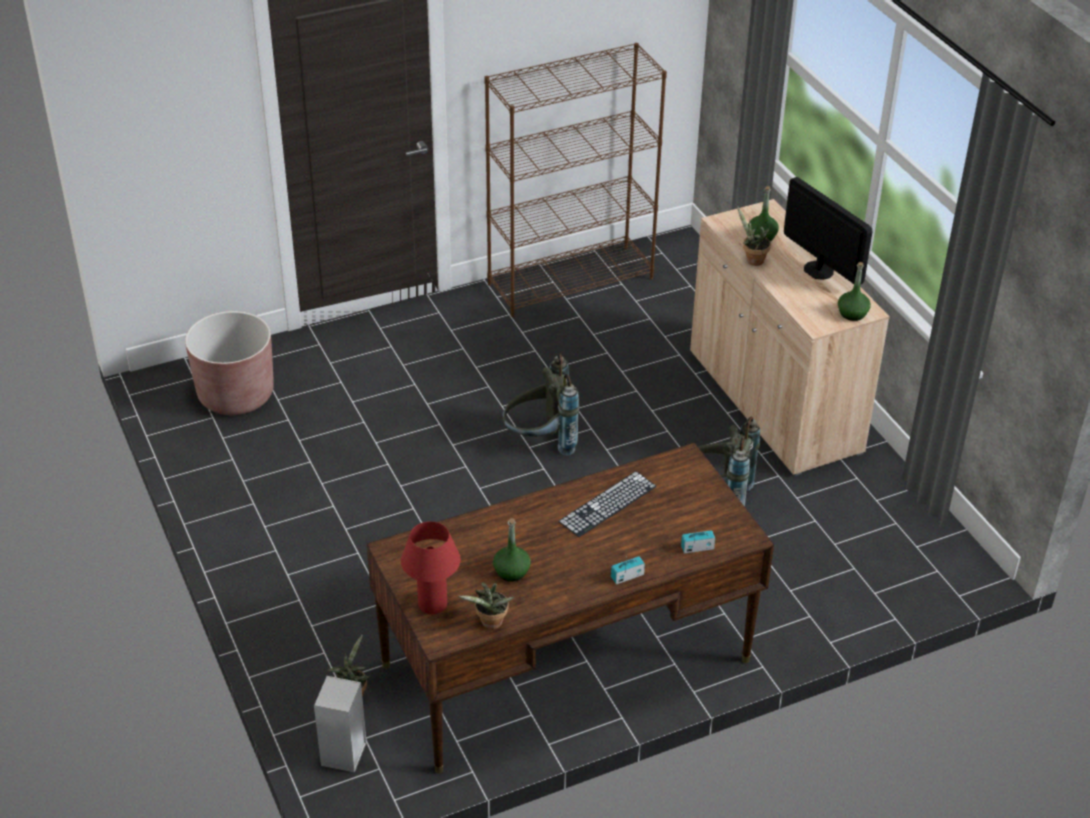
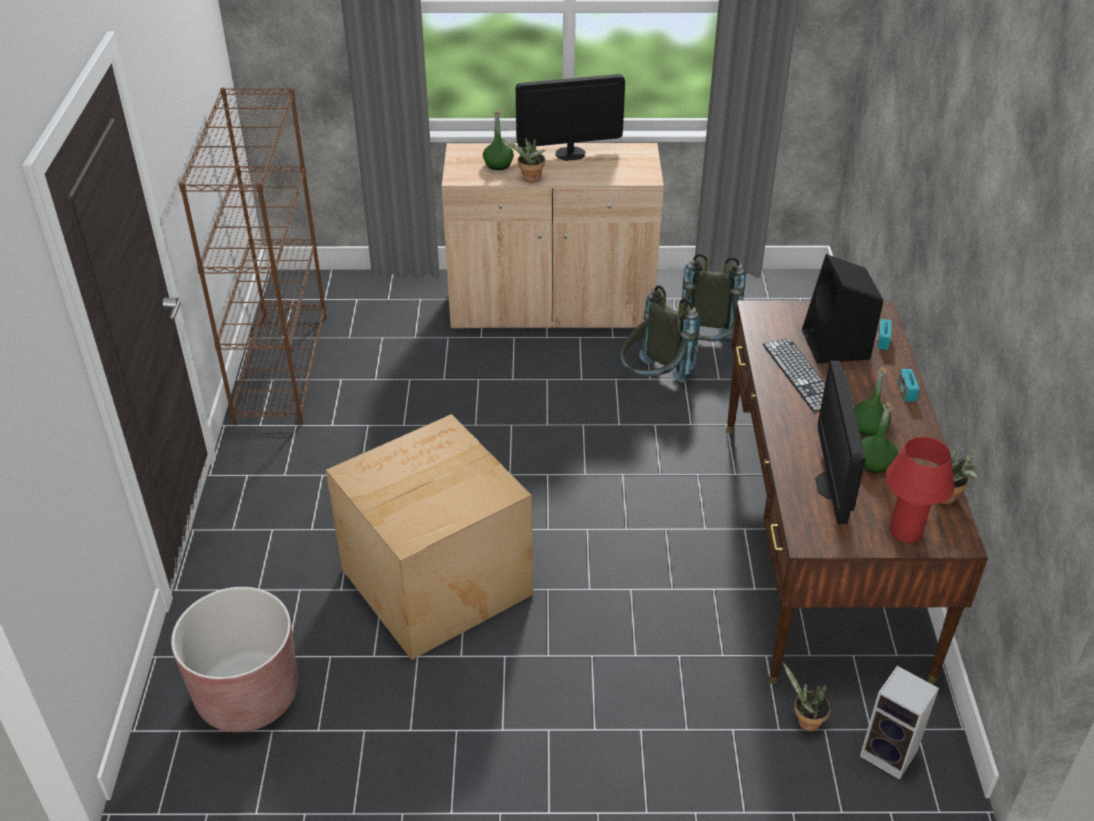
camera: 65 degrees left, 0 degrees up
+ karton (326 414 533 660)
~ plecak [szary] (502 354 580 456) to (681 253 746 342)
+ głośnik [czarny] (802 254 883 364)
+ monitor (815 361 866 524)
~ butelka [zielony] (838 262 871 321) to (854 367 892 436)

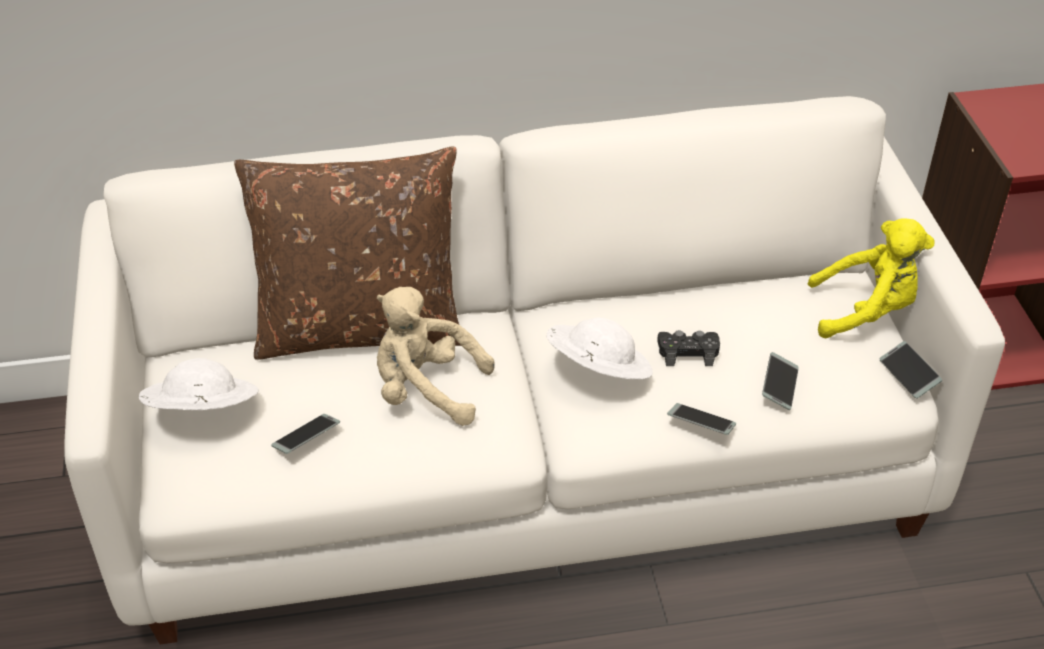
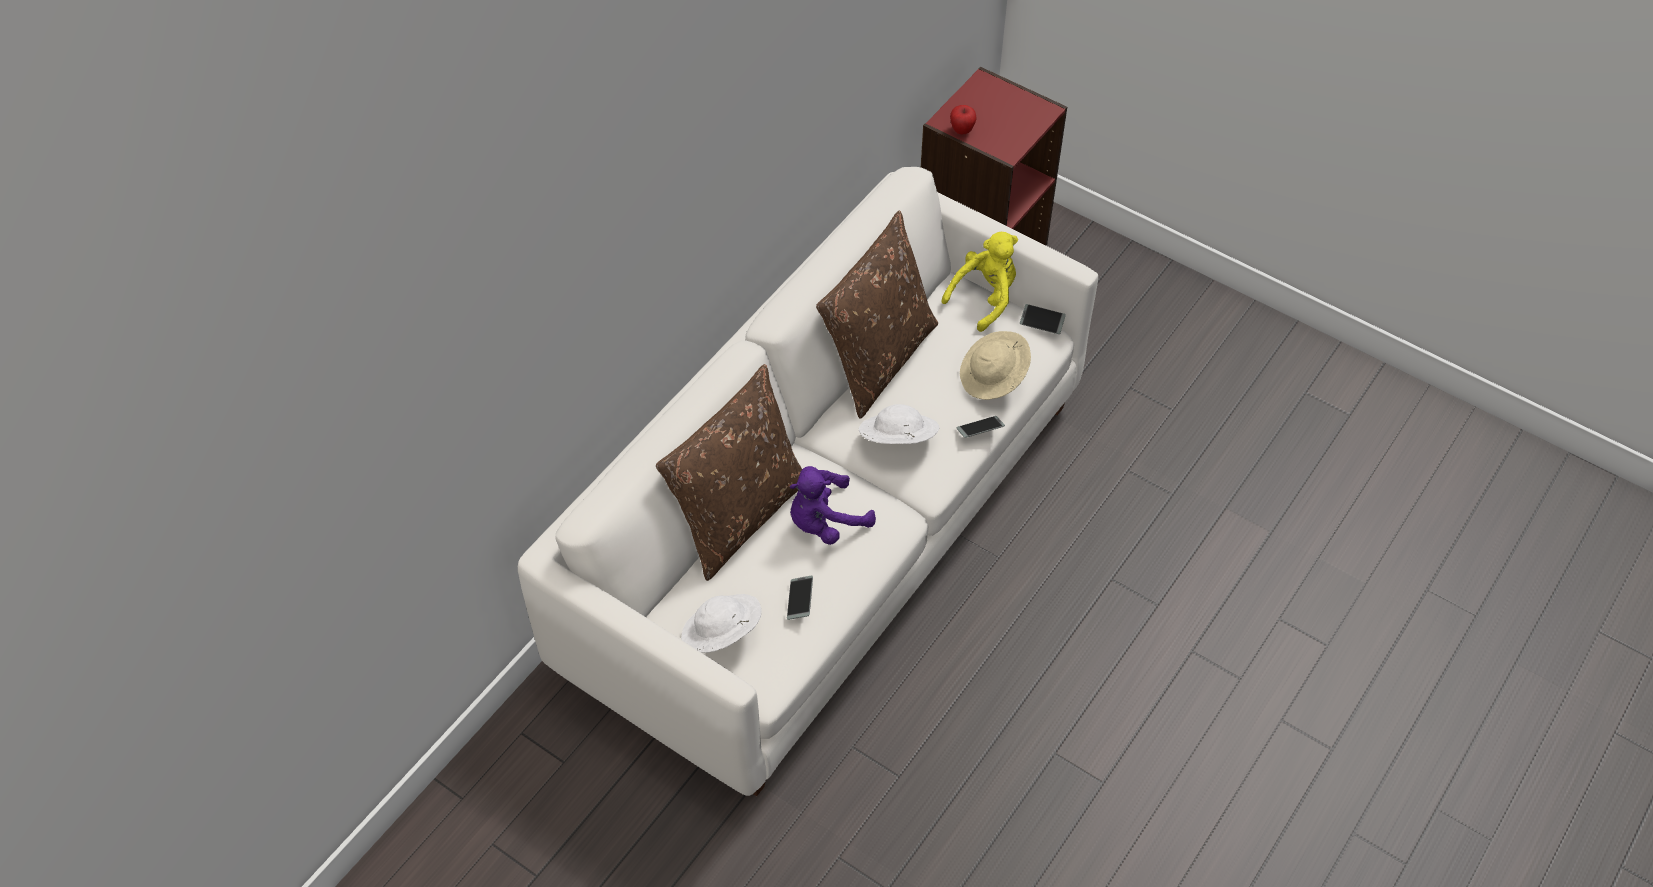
camera: 45 degrees left, 10 degrees up
~ pluszak [beżowy] (377 287 495 426) to pluszak [fioletowy] (789 466 876 545)
+ poduszka [brązowy] (816 211 938 419)
+ jabłko (950 105 977 134)
~ telefon (762 352 799 410) to kapelusz [beżowy] (960 331 1031 400)
- pad do gier [czarny] (657 330 720 366)

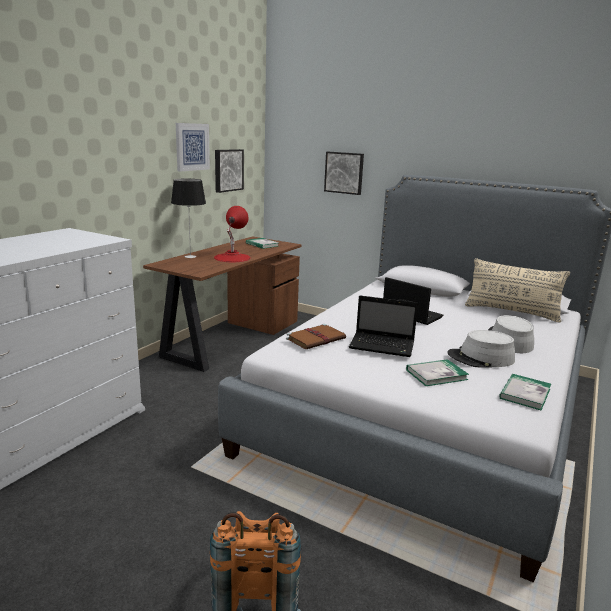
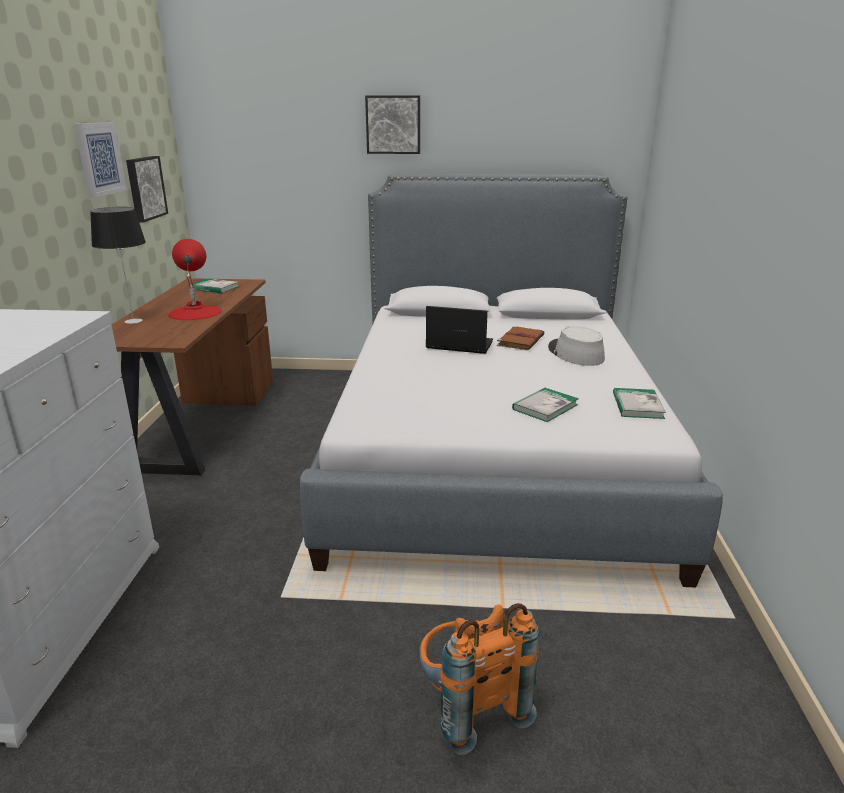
camera: 25 degrees left, 5 degrees up
~ obraz (324 152 364 195) to (365 95 420 154)
~ książka [brązowy] (286 324 346 349) to (497 326 544 350)
- laptop (349 296 418 357)
- kapelusz [szary] (447 330 515 368)
- poduszka [beżowy] (465 258 570 322)

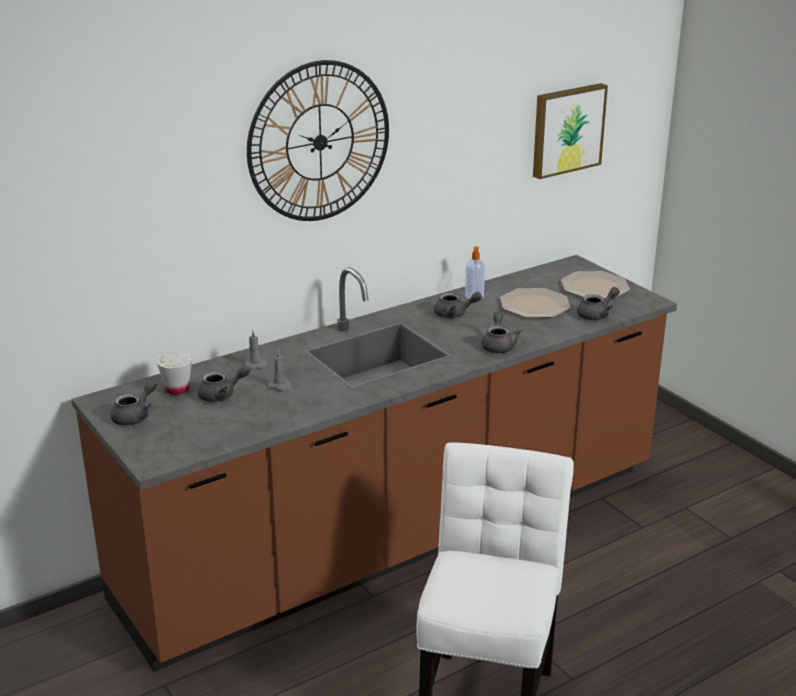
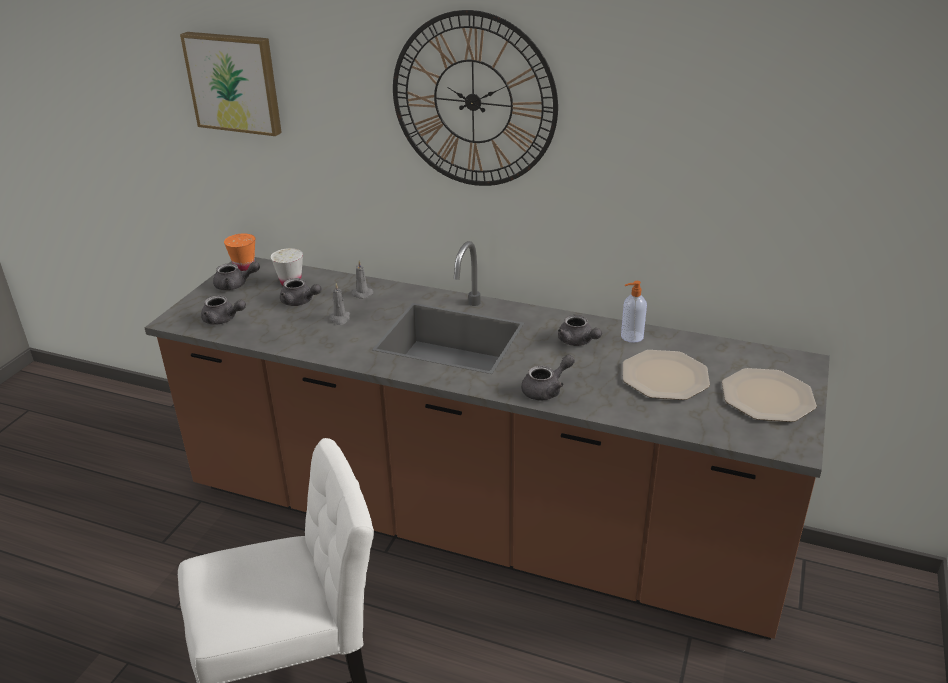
camera: 55 degrees right, 5 degrees up
~ obraz (533 83 608 179) to (180 32 282 136)
~ imbryk [szary] (577 287 620 320) to (201 295 246 325)
+ filiżanka [pomarańczowy] (224 234 255 271)

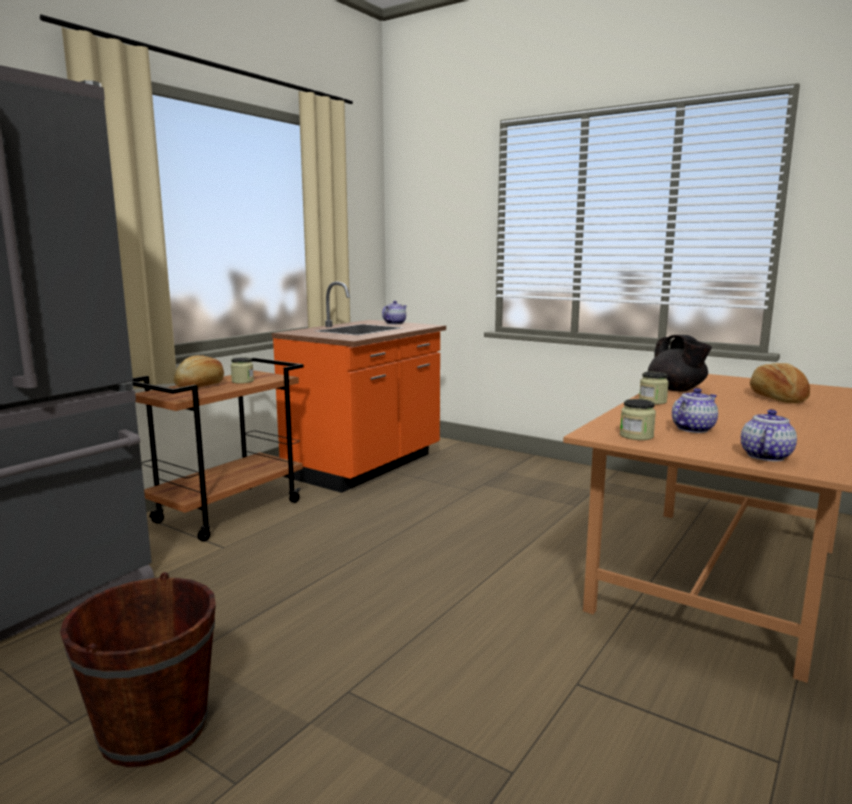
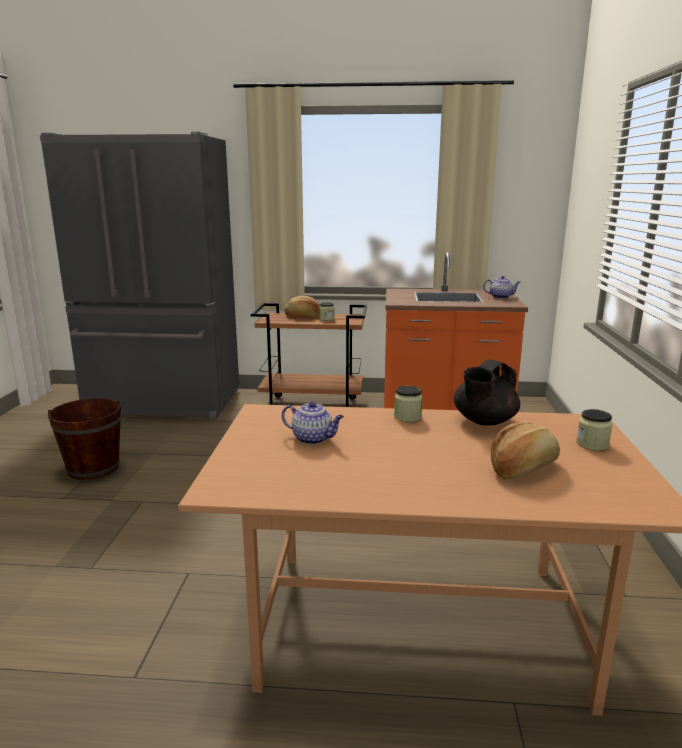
camera: 60 degrees right, 5 degrees up
~ słoik (620 399 656 440) to (576 409 613 451)
- imbryk (741 409 797 461)

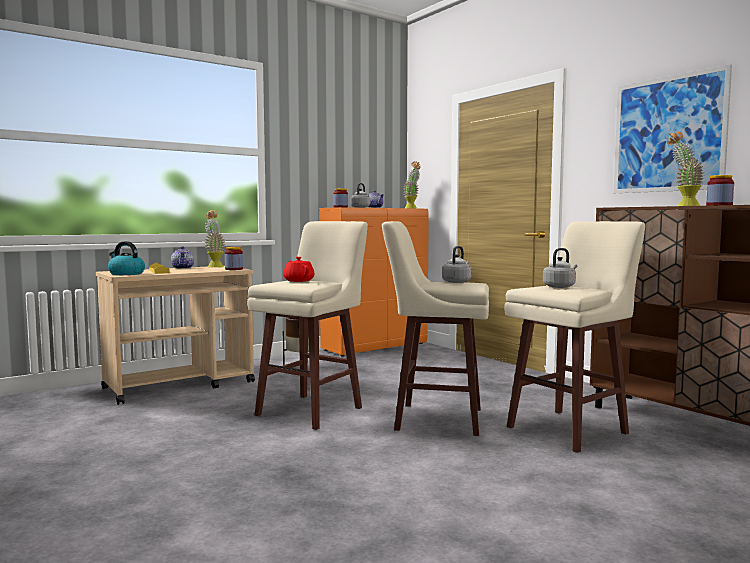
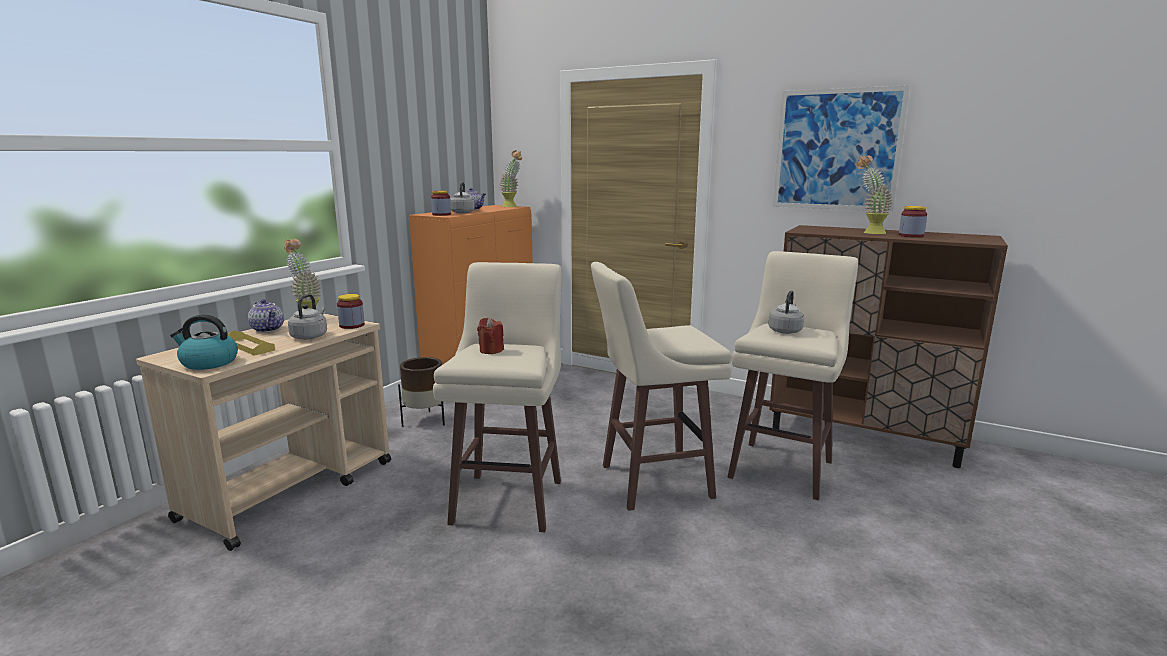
camera: 25 degrees left, 10 degrees up
~ czajnik [szary] (442 246 471 283) to (288 294 327 340)
~ imbryk [czerwony] (283 257 314 282) to świeca [czerwony] (477 317 504 354)

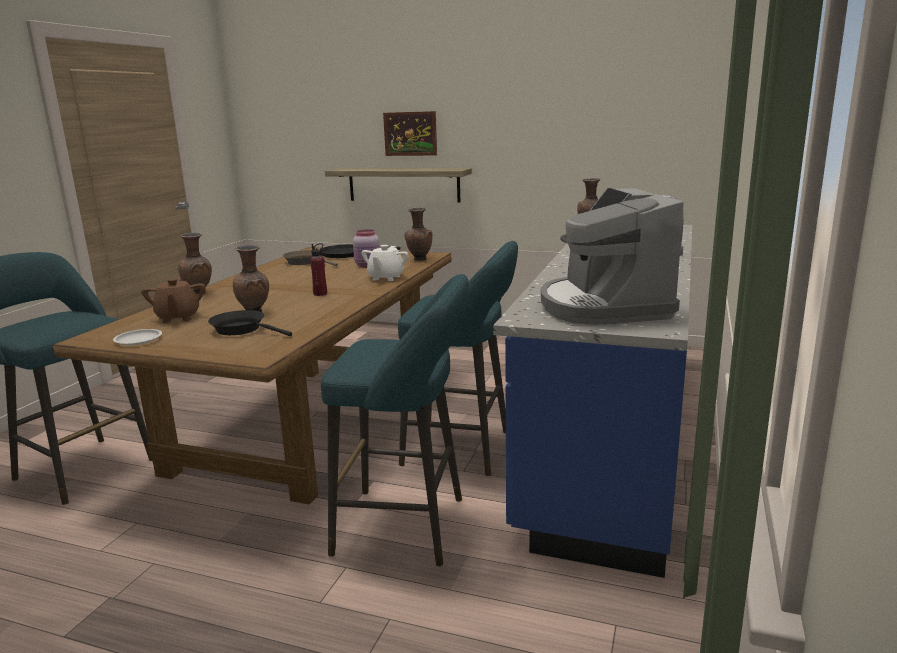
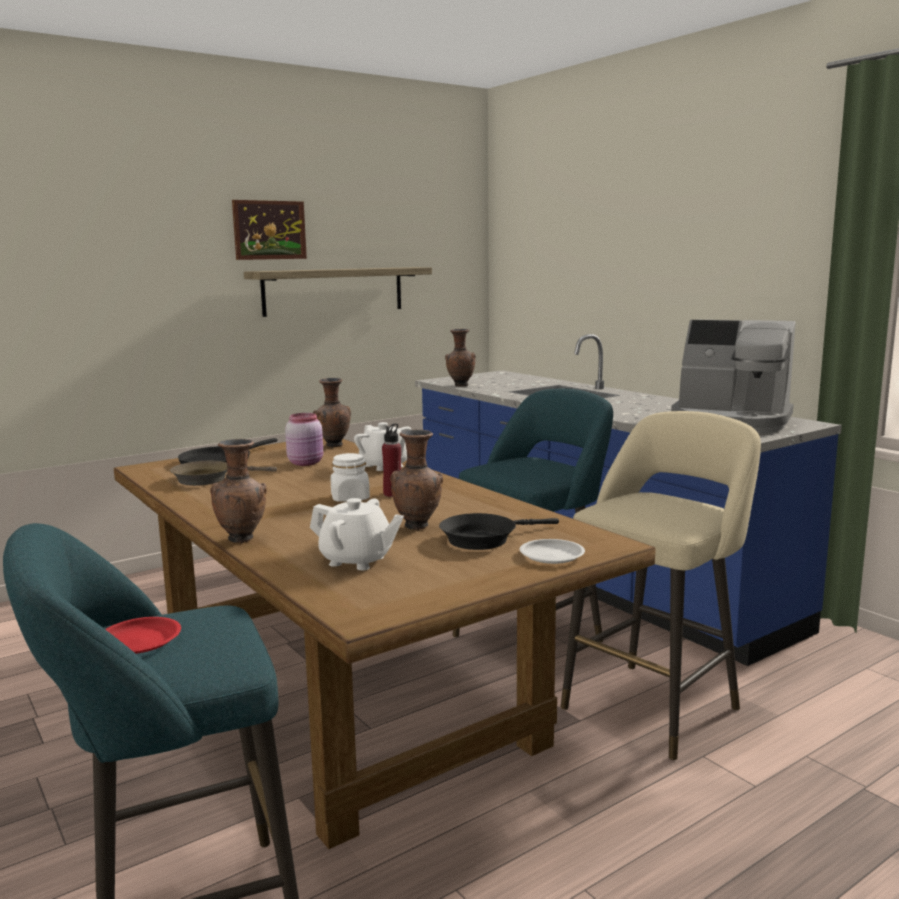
camera: 55 degrees left, 5 degrees down
+ talerz [czerwony] (105 617 181 654)
~ obraz (383 111 437 156) to (232 200 307 260)
~ półka (325 168 472 202) to (244 267 432 317)
~ imbryk [brązowy] (141 278 206 323) to imbryk [biały] (310 498 404 570)
+ słoik [biały] (331 453 370 502)
~ talerz [biały] (113 329 162 346) to (520 539 585 564)
~ stołek [turkusowy] (321 274 469 566) to stołek [beżowy] (561 411 761 760)

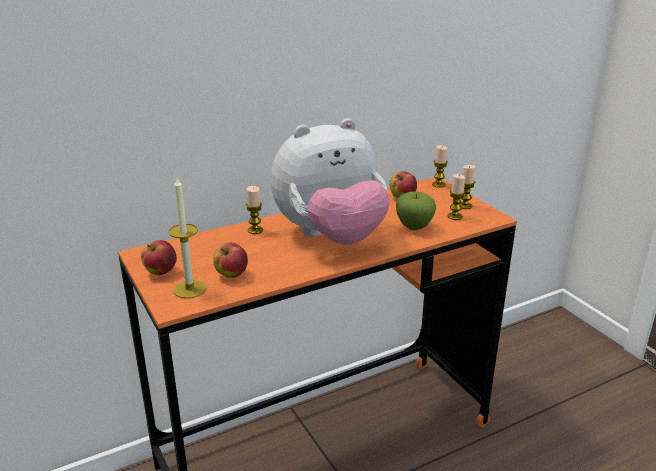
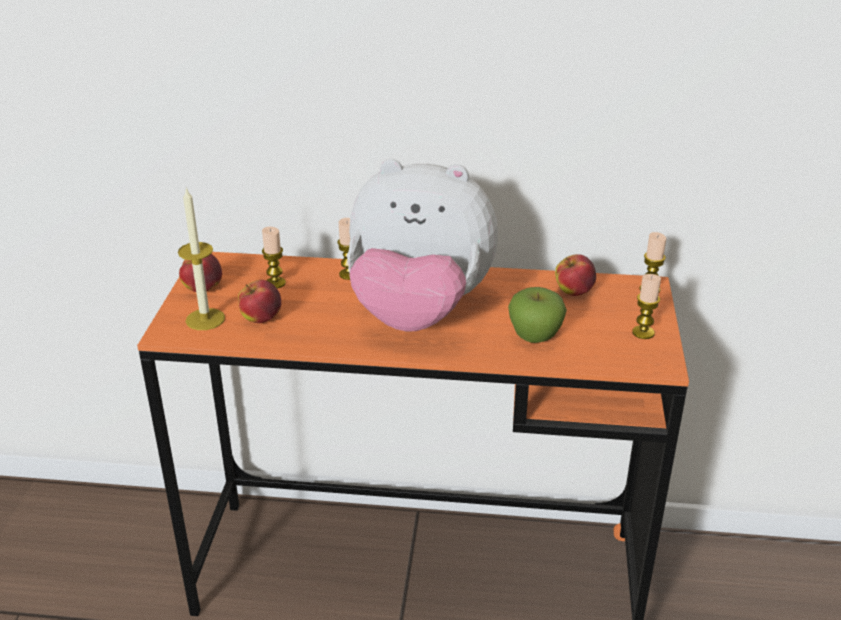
camera: 35 degrees right, 5 degrees up
~ świeca (448 174 465 220) to (262 227 286 289)

